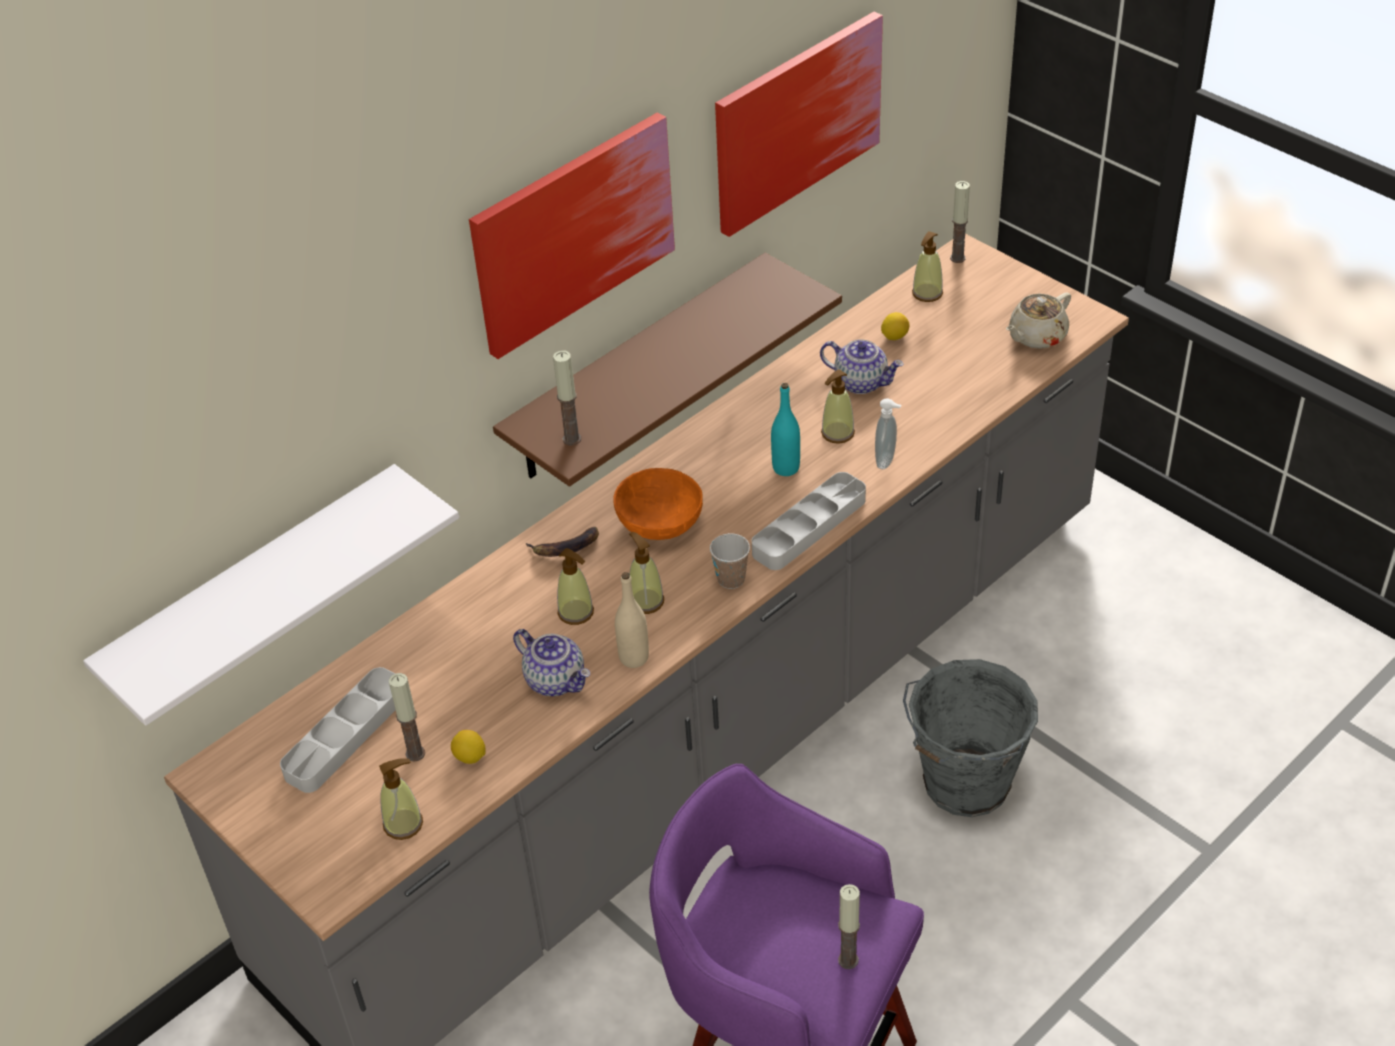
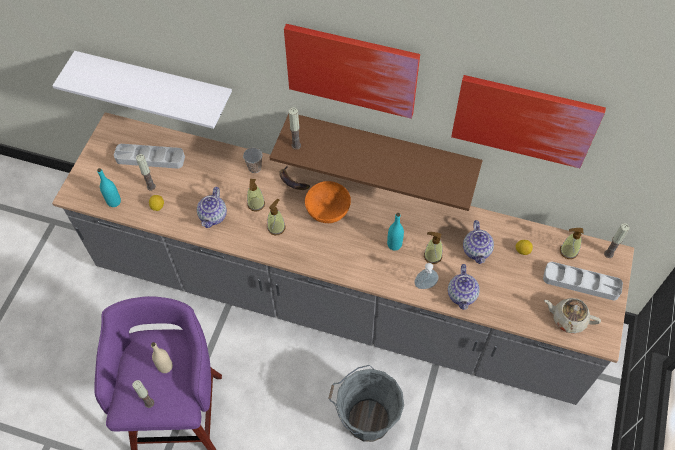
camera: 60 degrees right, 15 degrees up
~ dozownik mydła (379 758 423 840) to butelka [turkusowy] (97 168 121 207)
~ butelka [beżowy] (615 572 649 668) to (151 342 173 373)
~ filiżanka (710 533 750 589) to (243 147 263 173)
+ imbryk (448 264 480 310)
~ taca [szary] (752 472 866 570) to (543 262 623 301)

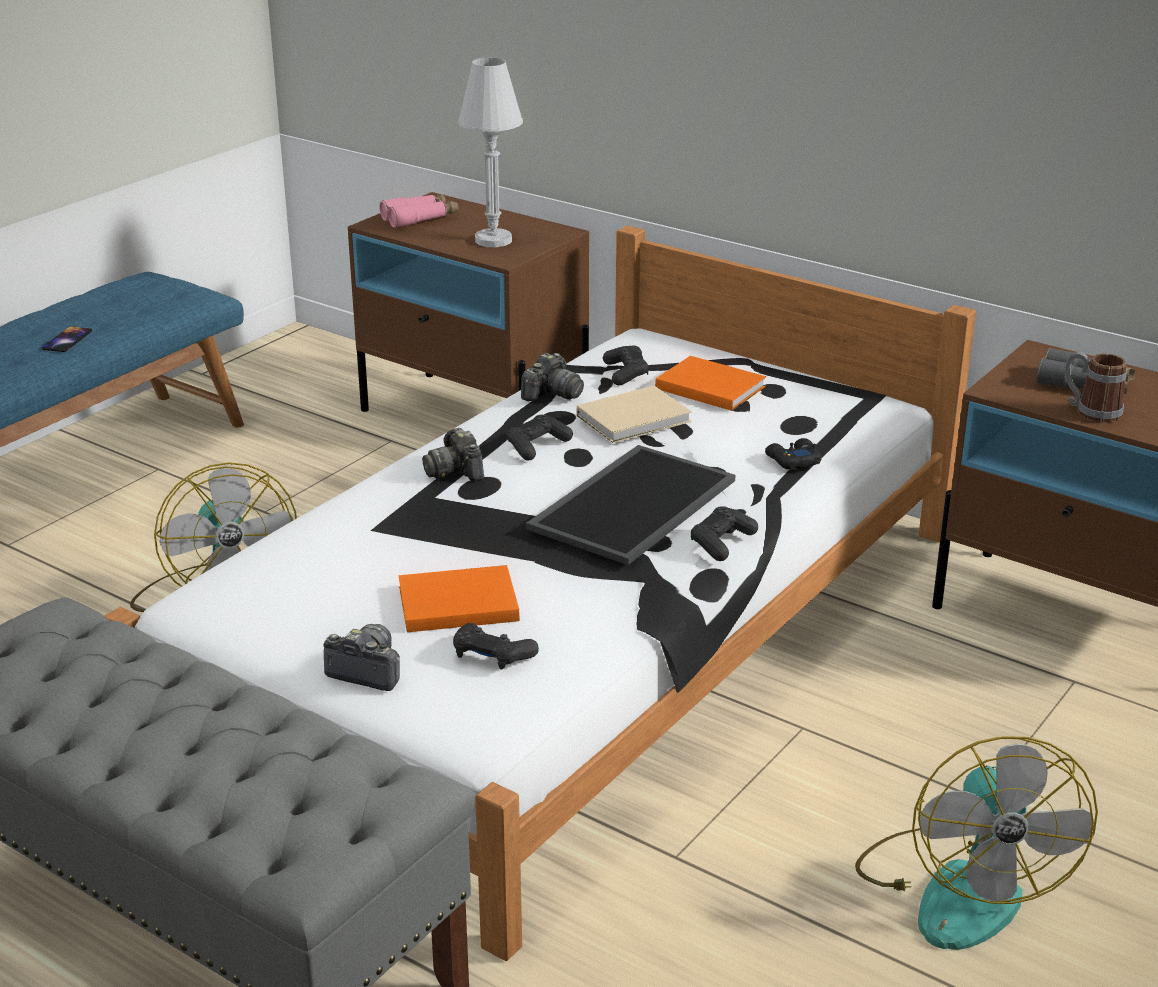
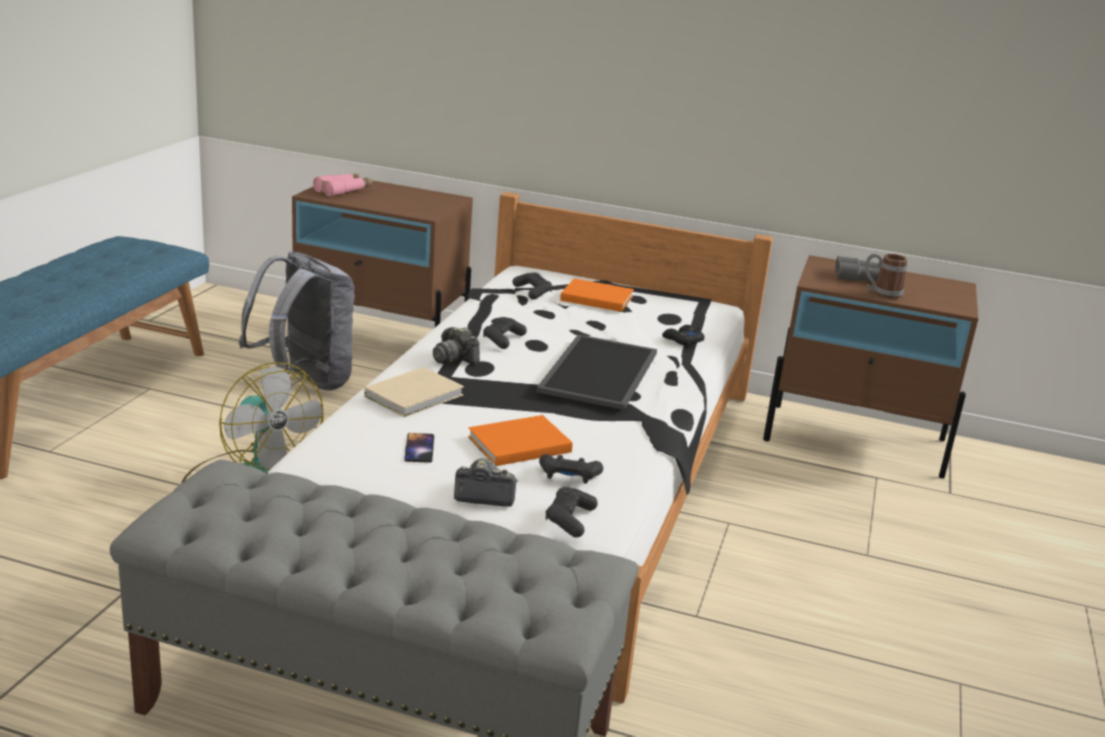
camera: 20 degrees left, 5 degrees down
+ plecak [szary] (239 251 355 391)
~ książka [beżowy] (577 386 692 443) to (364 367 464 417)
~ telefon (42 326 92 352) to (404 433 434 463)
~ pad do gier [czarny] (691 507 758 561) to (546 487 598 537)
- lampa stołowa [biały] (458 58 523 247)
- aparat fotograficzny (521 353 584 401)
- wentylator (855 736 1098 950)

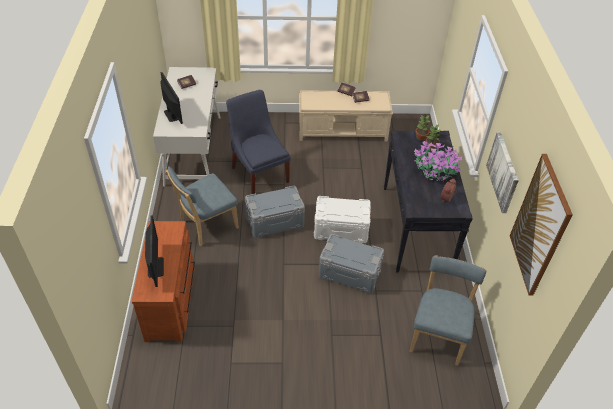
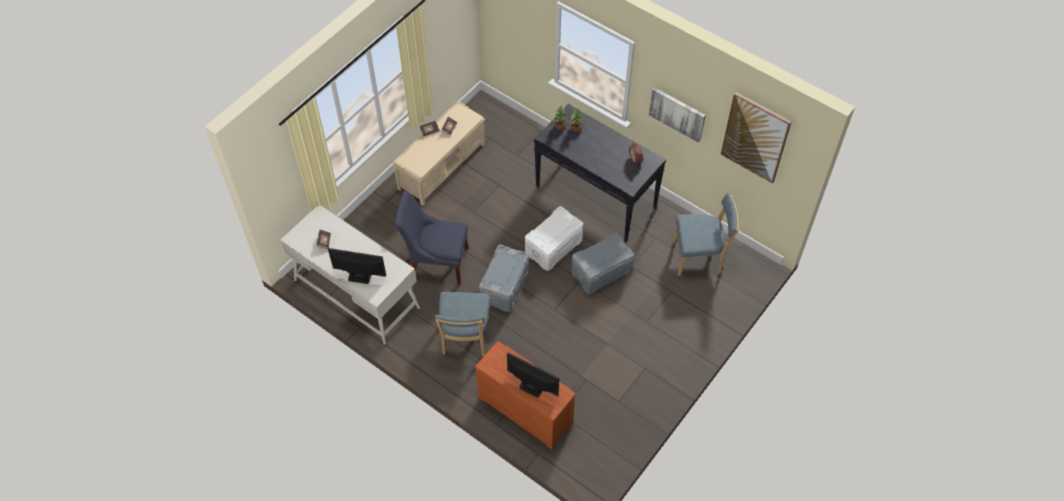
camera: 50 degrees left, 10 degrees up
~ krzesło [niebieski] (410 255 486 366) = (673 193 739 276) 120 degrees clockwise
- roślina doniczkowa (414 141 462 181)

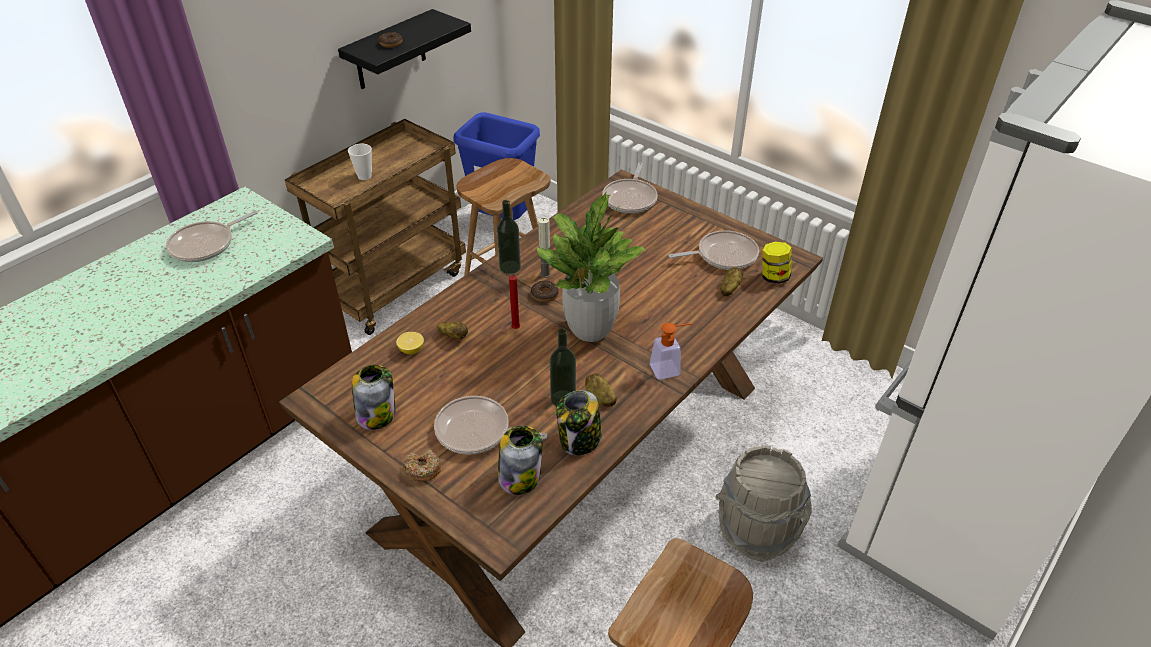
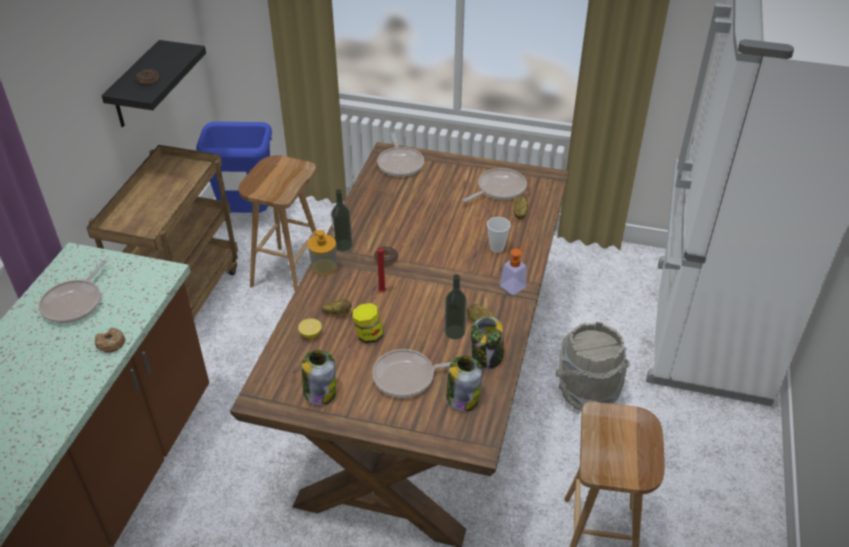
camera: 25 degrees left, 0 degrees up
~ donut (405 450 441 482) to (94 327 126 353)
+ dozownik mydła (308 230 337 276)
~ słoik (762 242 792 284) to (352 303 383 344)
~ filiżanka (348 144 372 180) to (487 217 511 253)
- roślina doniczkowa (537 193 646 342)
- świeca (538 217 551 278)

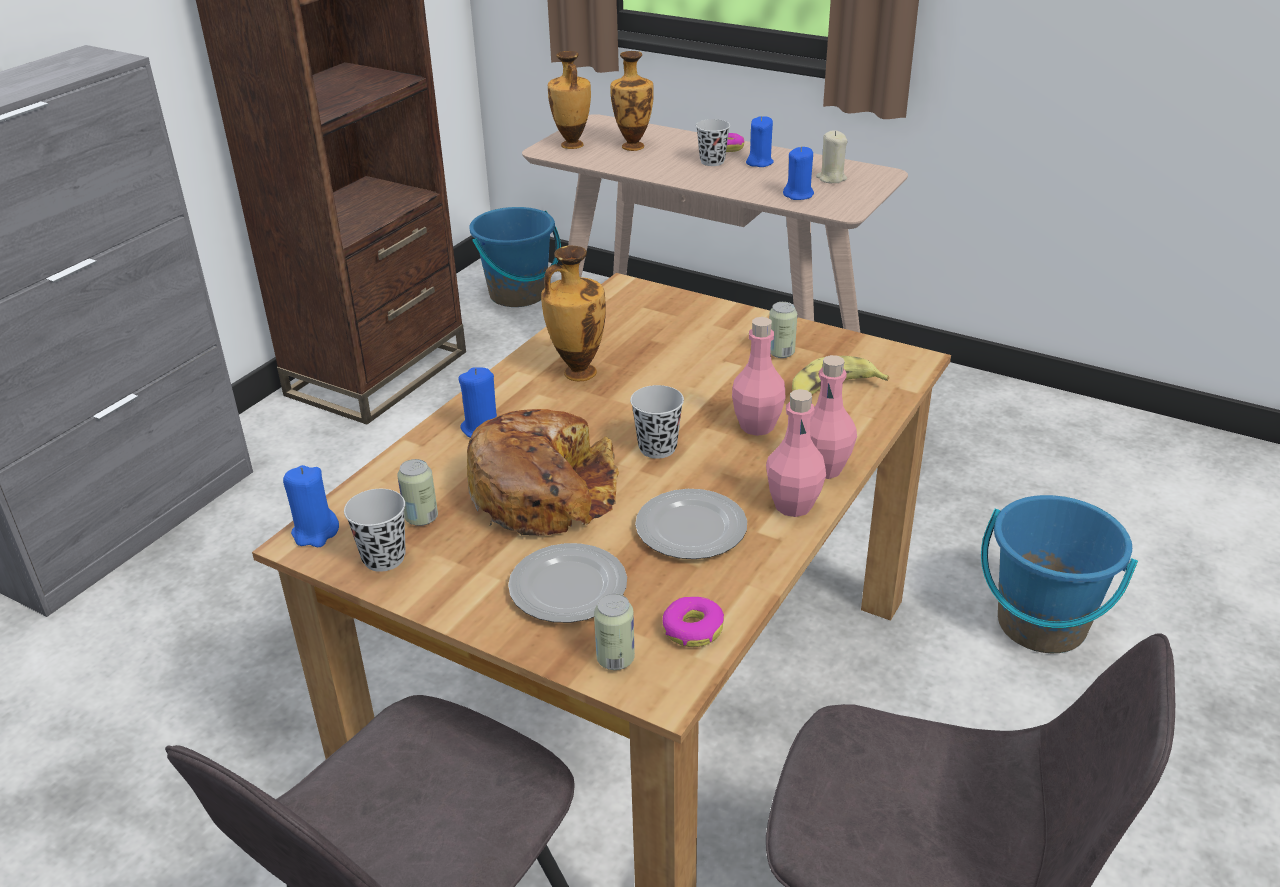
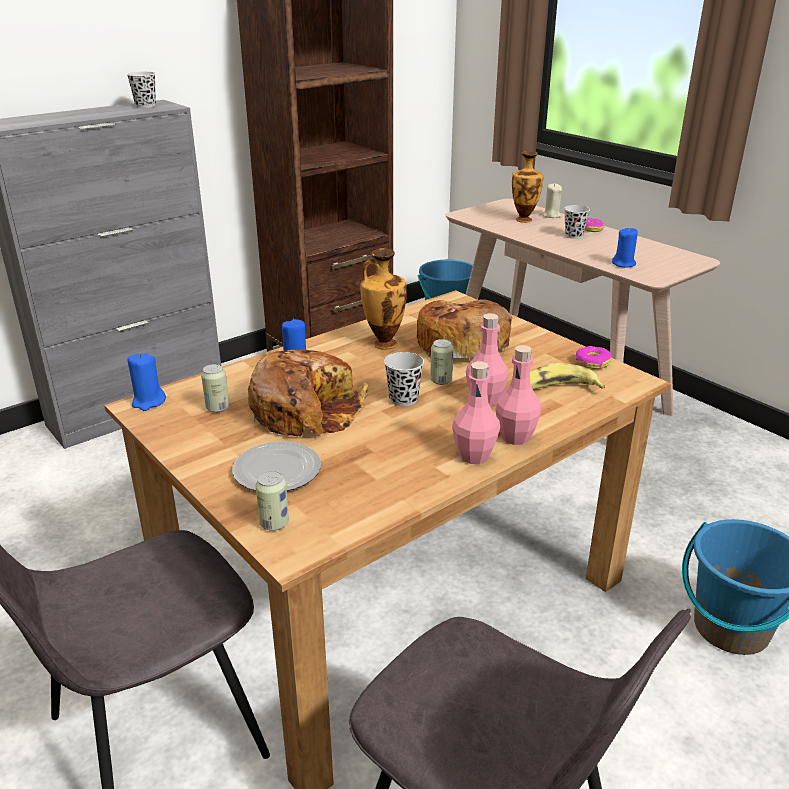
camera: 20 degrees right, 5 degrees down
~ filiżanka [czarny] (344 489 406 572) to (127 72 156 108)
+ chleb (417 299 512 360)
~ puszka (769 302 797 358) to (430 339 453 385)
~ świeca [beżowy] (816 130 848 183) to (542 183 562 218)
~ donut (662 597 724 647) to (576 346 612 369)
- wazon (548 51 591 149)
- talerz (635 489 747 559)
- świeca [niebieski] (746 116 774 167)

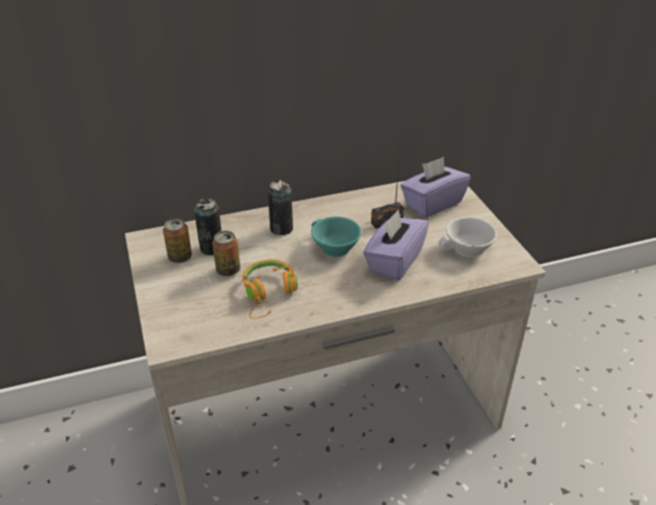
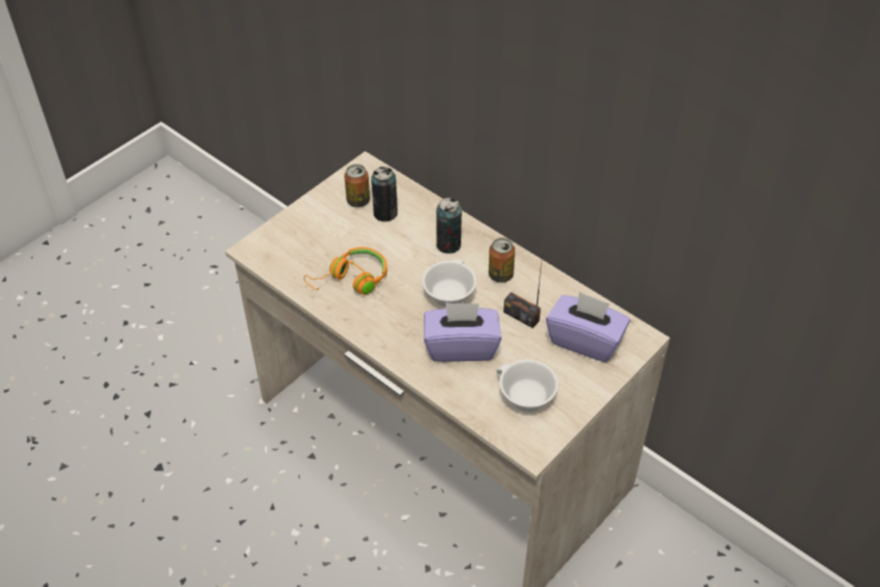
camera: 60 degrees right, 10 degrees up
~ filiżanka [turkusowy] (311 216 361 257) to filiżanka [biały] (422 259 477 307)
~ puszka (212 231 240 276) to (489 238 515 283)

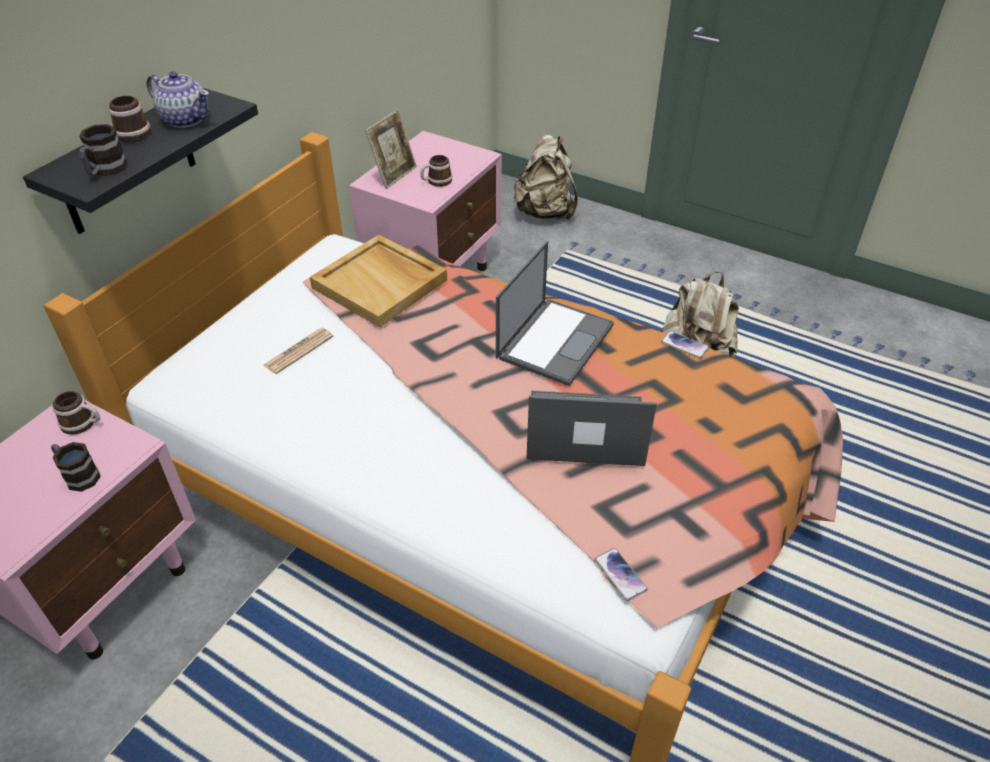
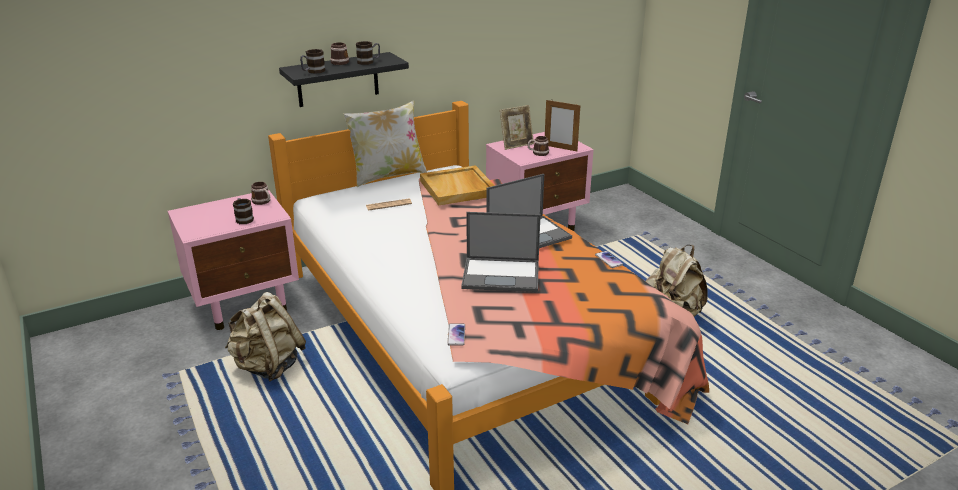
camera: 30 degrees right, 15 degrees down
~ plecak [beżowy] (513 135 578 220) to (225 292 306 381)
+ poduszka (343 100 427 187)
~ imbryk (146 71 209 128) to kubek (356 41 380 65)
~ laptop (526 391 657 466) = (461 212 541 292) 150 degrees clockwise
+ ramka na zdjęcie (545 100 581 151)

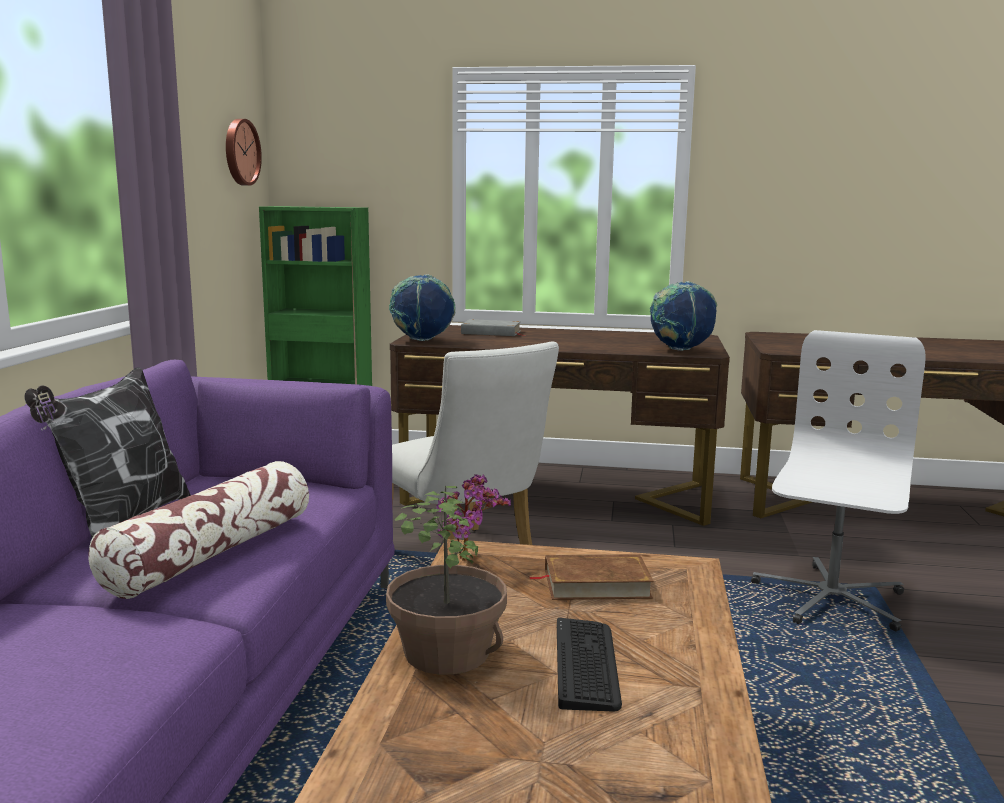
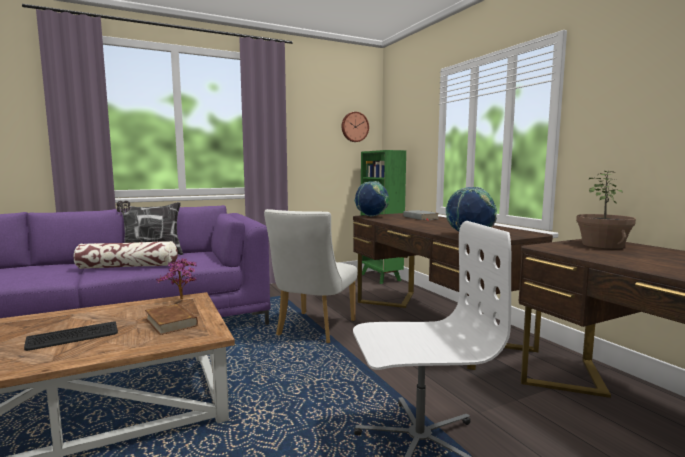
camera: 55 degrees right, 5 degrees down
~ roślina doniczkowa (386 485 507 675) to (576 171 636 249)

